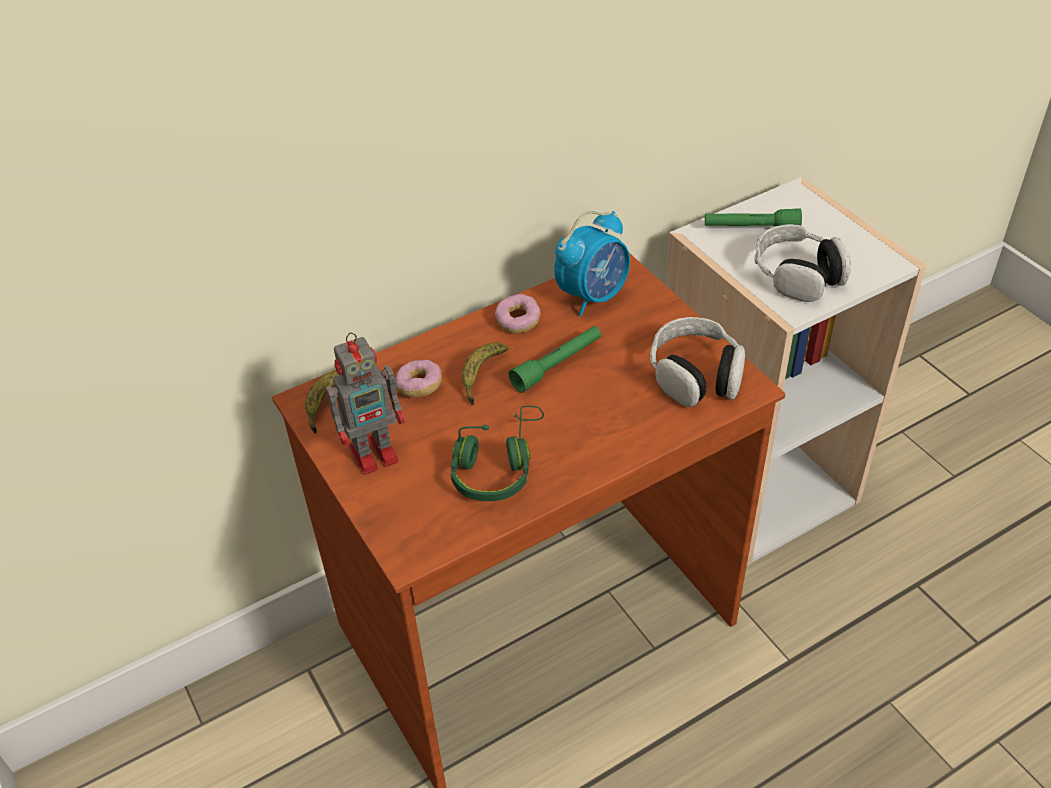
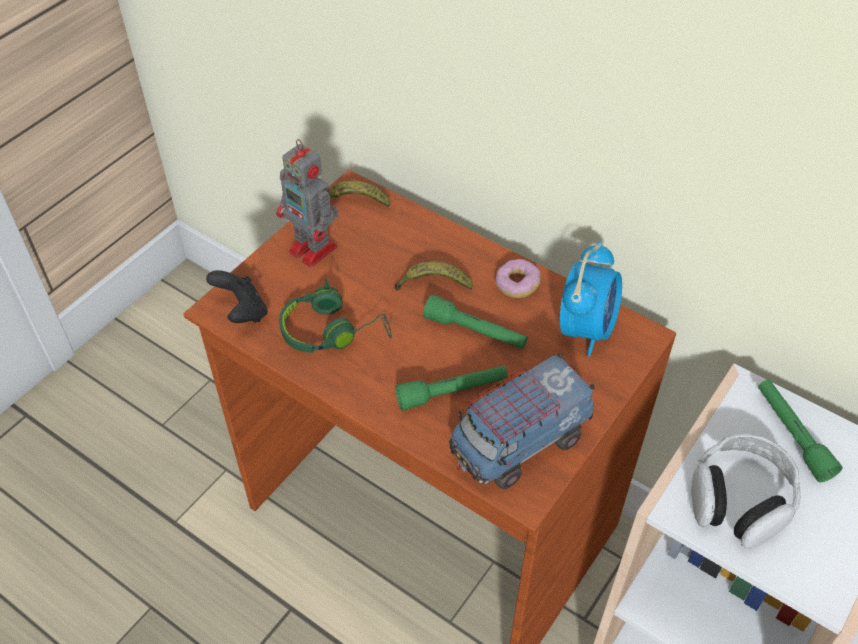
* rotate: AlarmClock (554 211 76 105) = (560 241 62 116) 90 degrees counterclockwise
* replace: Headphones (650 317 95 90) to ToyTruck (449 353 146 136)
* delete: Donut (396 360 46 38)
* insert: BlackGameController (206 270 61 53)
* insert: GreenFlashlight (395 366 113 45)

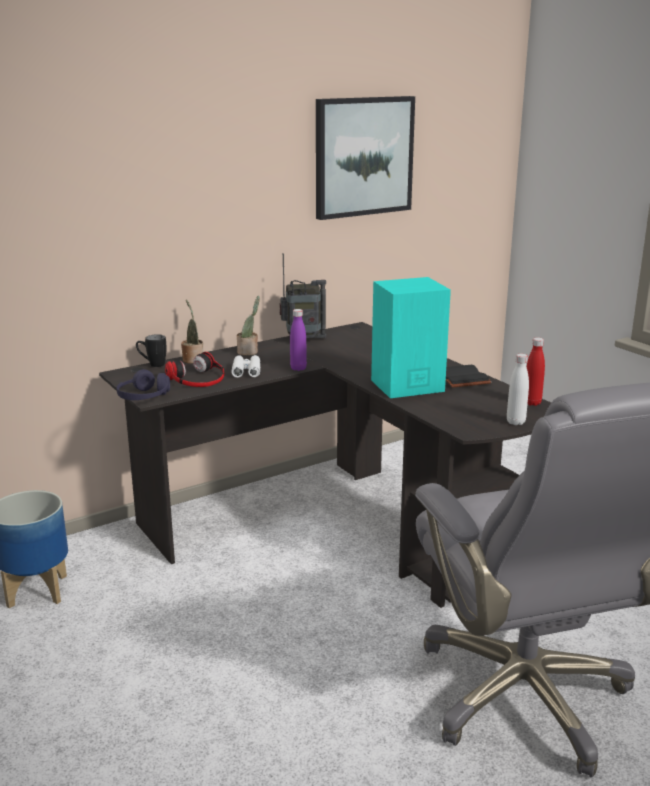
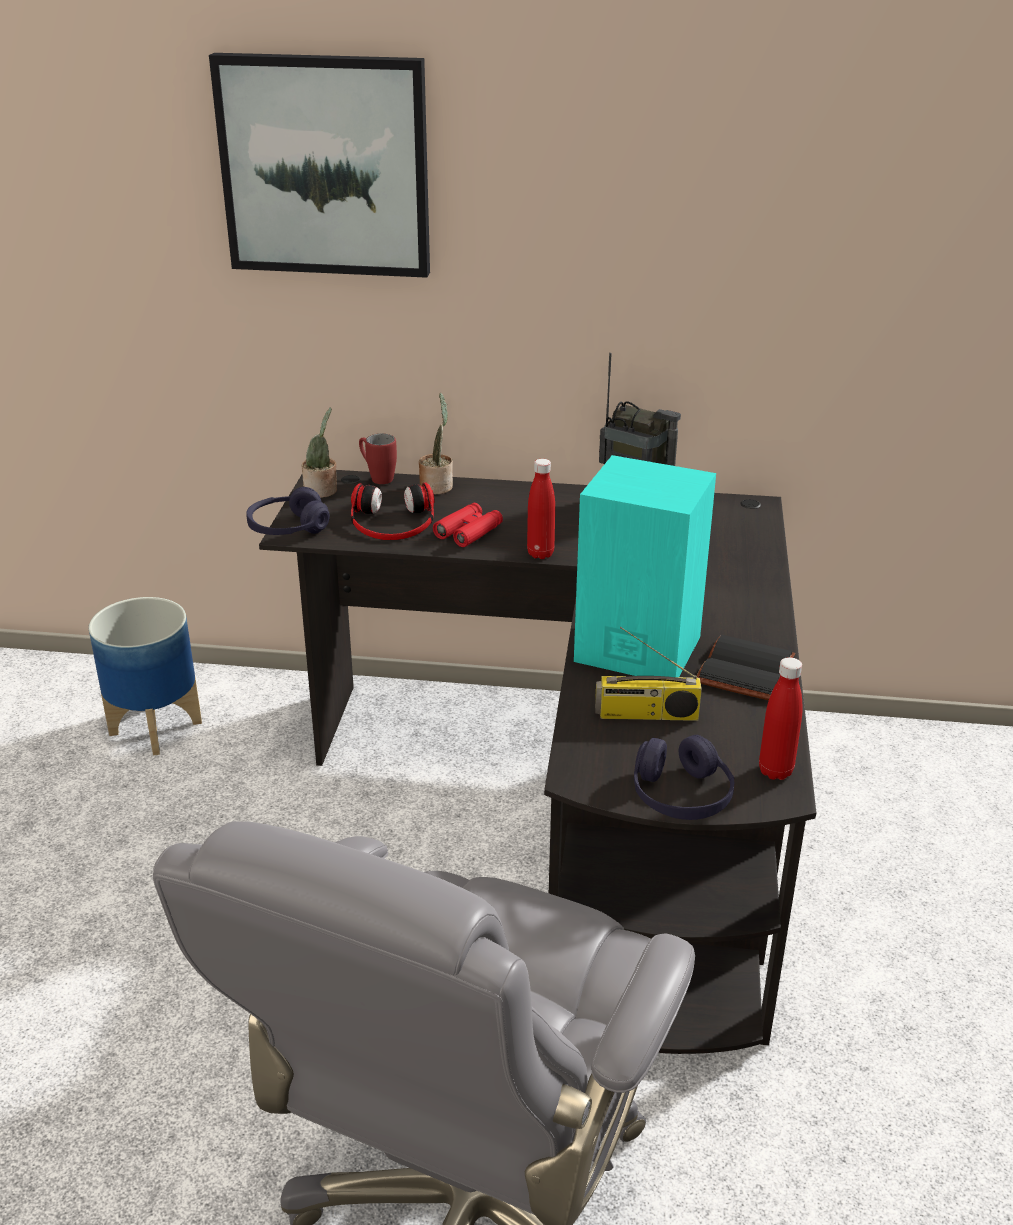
* move: Picture (316 96 99 124) to (209 53 221 225)
* move: PottedPlant (237 296 23 60) to (302 408 35 90)
* recolor: PurpleBottle (290 309 17 62) to RedBottle (527 459 28 100)
* recolor: BlackMug (136 334 31 33) to RedMug (359 434 38 50)
* replace: WhiteBottle (507 354 22 71) to PurpleHeadphones (634 735 100 85)
* recolor: WhiteBinoculars (231 355 29 23) to RedBinoculars (433 503 70 44)
* insert: Radio (595 627 107 94)

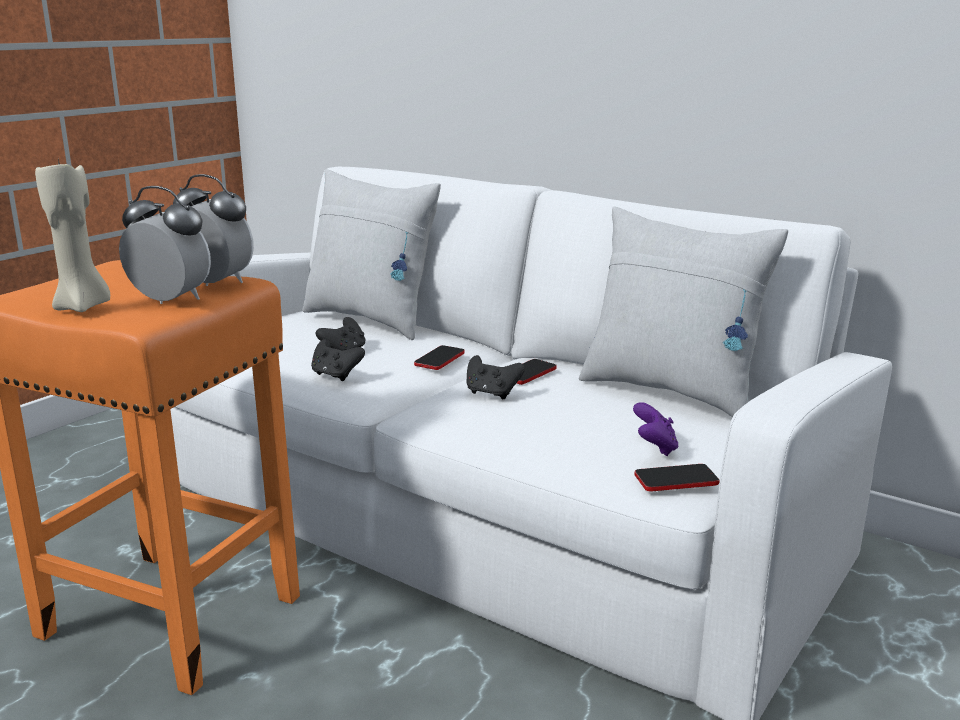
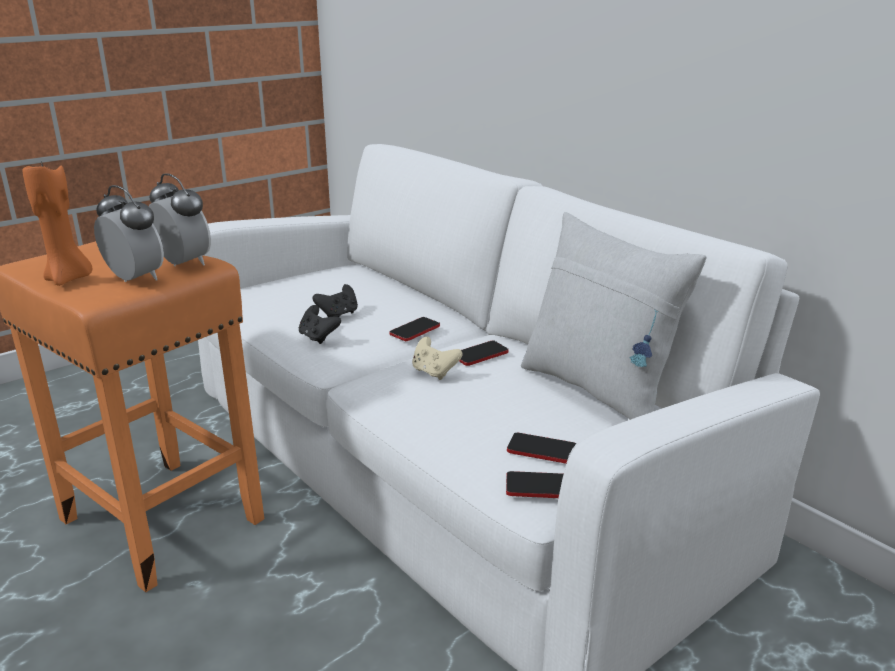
* recolor: BeigeCandle (35 159 75 153) to OrangeCandle (23 161 70 125)
* delete: GreyPillow (302 169 139 171)
* recolor: BlackGameController (467 355 58 44) to BeigeGameController (412 337 51 43)
* replace: PurpleGameController (633 402 45 54) to Phone (507 433 70 31)

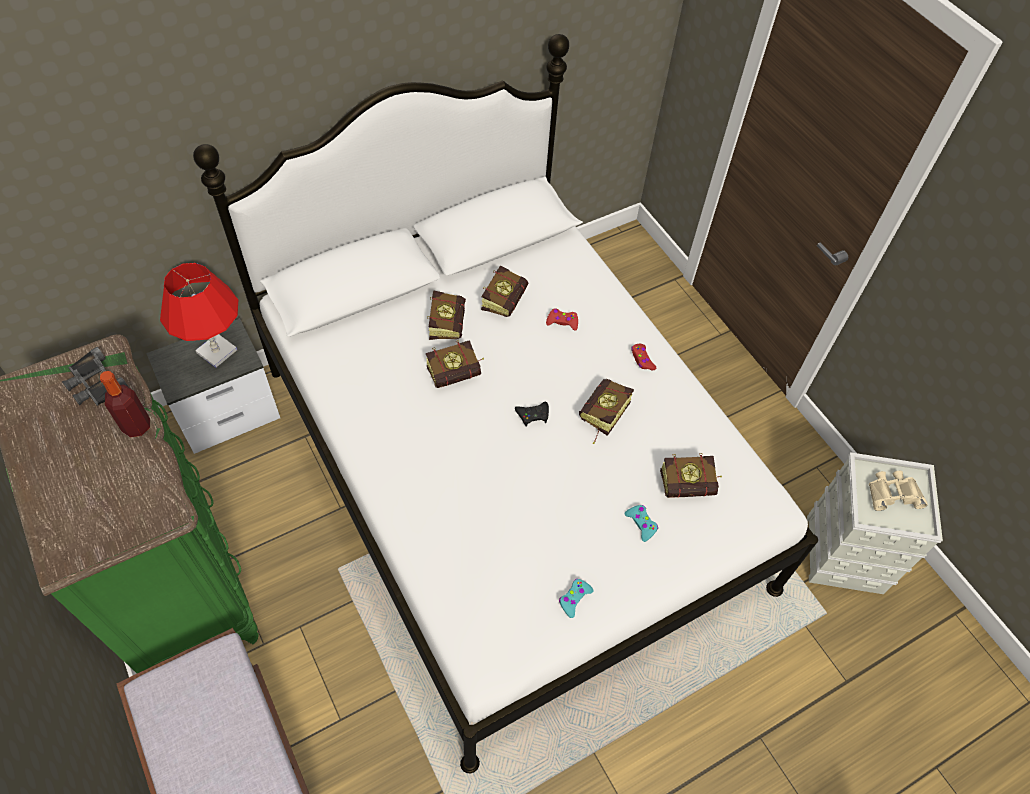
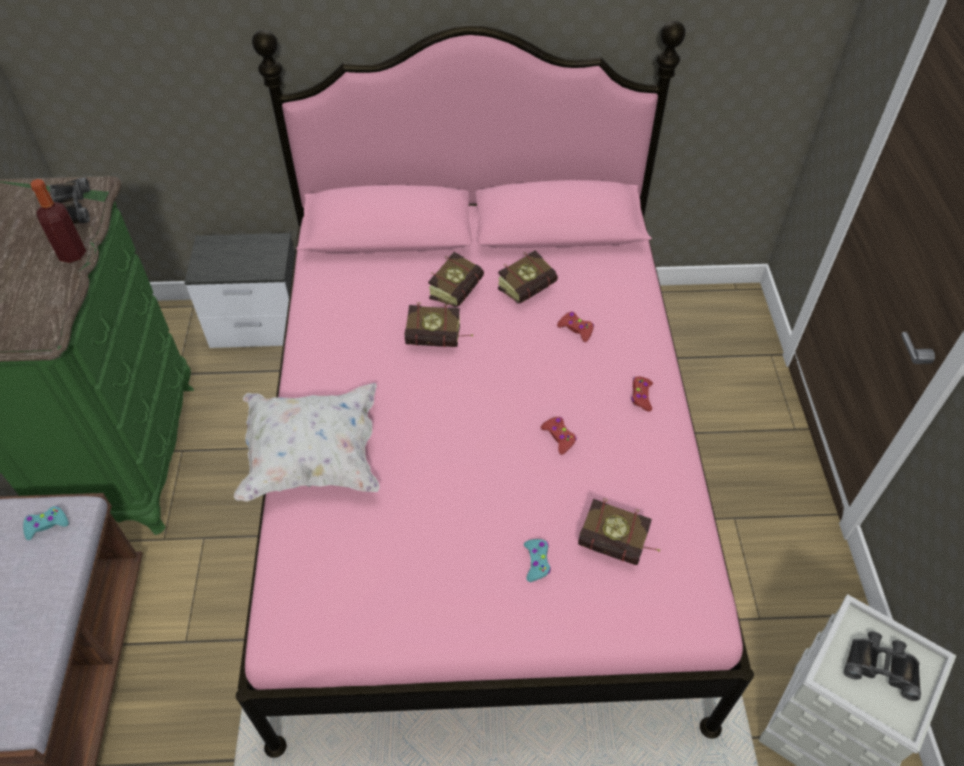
* recolor: WhiteBed (193 34 625 739) to PinkBed (236 21 518 737)
* delete: RedTableLamp (160 263 78 105)
* replace: Book (579 379 55 65) to RedGameController (541 417 36 38)
* delete: BlackGameController (515 402 34 25)
* recolor: BeigeBinoculars (869 471 59 40) to BlackBinoculars (844 632 77 69)
* move: TurquoiseGameController (559 579 34 39) to (23 506 46 34)
* insert: WhitePillow (234 383 146 119)

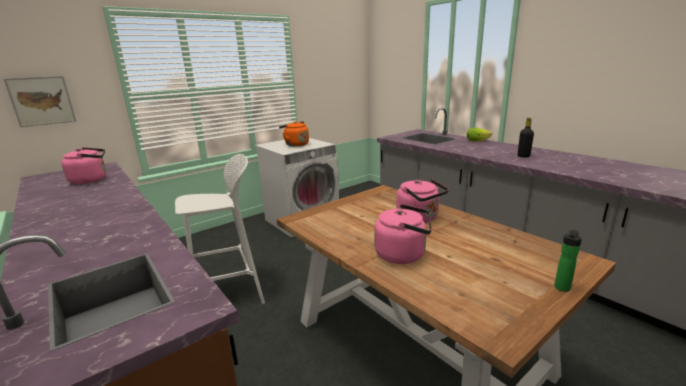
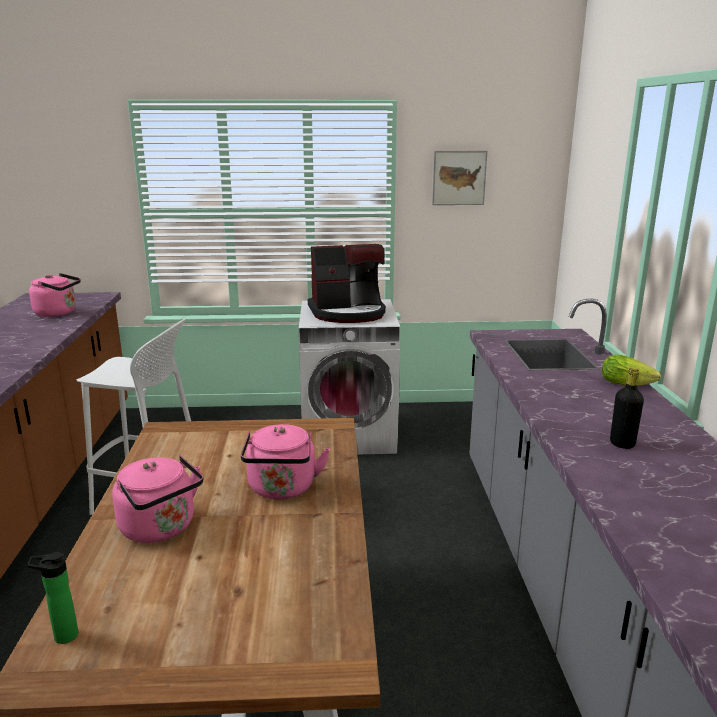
* move: Picture (4 76 72 51) to (432 150 55 55)
* replace: OrangeKettle (279 121 30 26) to CoffeeMachine (308 244 78 79)
* move: Bottle (554 230 28 62) to (28 552 50 92)

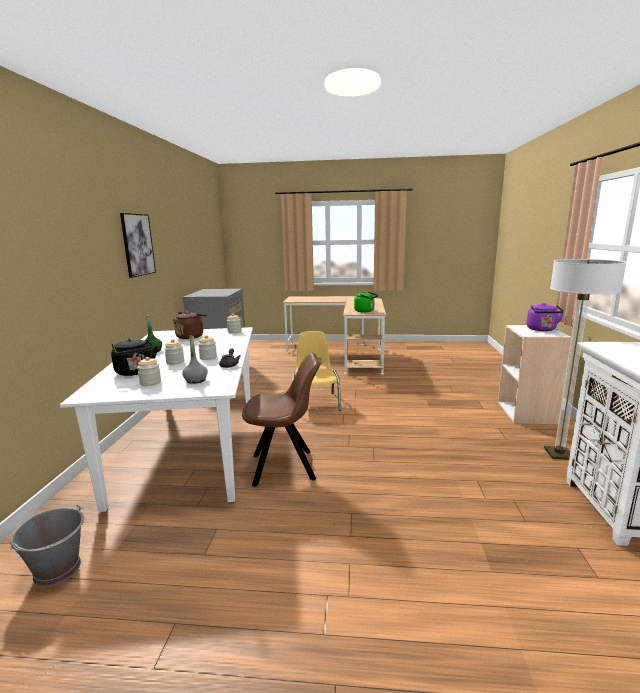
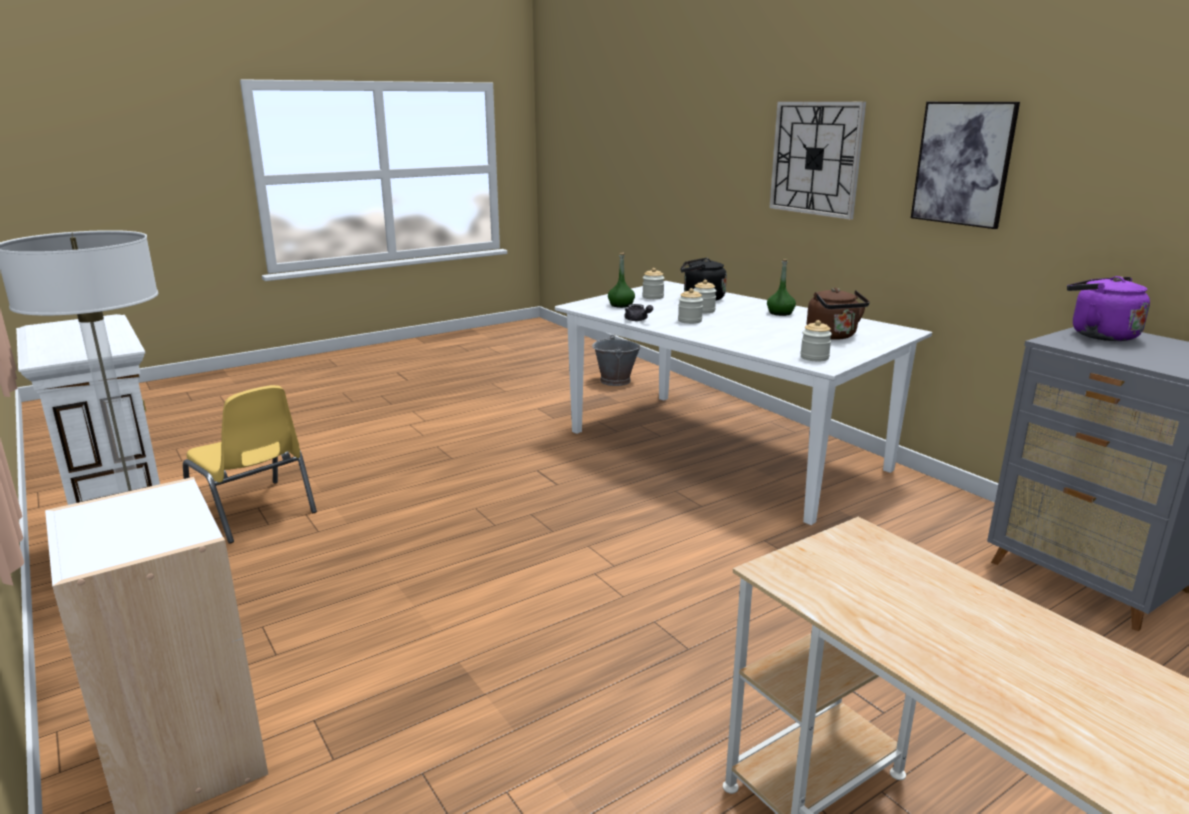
* delete: GreenKettle (354 292 24 20)
* move: PurpleKettle (527 303 37 28) to (1067 276 83 65)
* move: YellowChair (292 331 49 80) to (183 385 134 159)
* recolor: GreyBottle (182 336 26 48) to GreenBottle (608 253 27 55)
* delete: BrownChair (242 352 78 135)
* insert: WallClock (769 101 97 119)

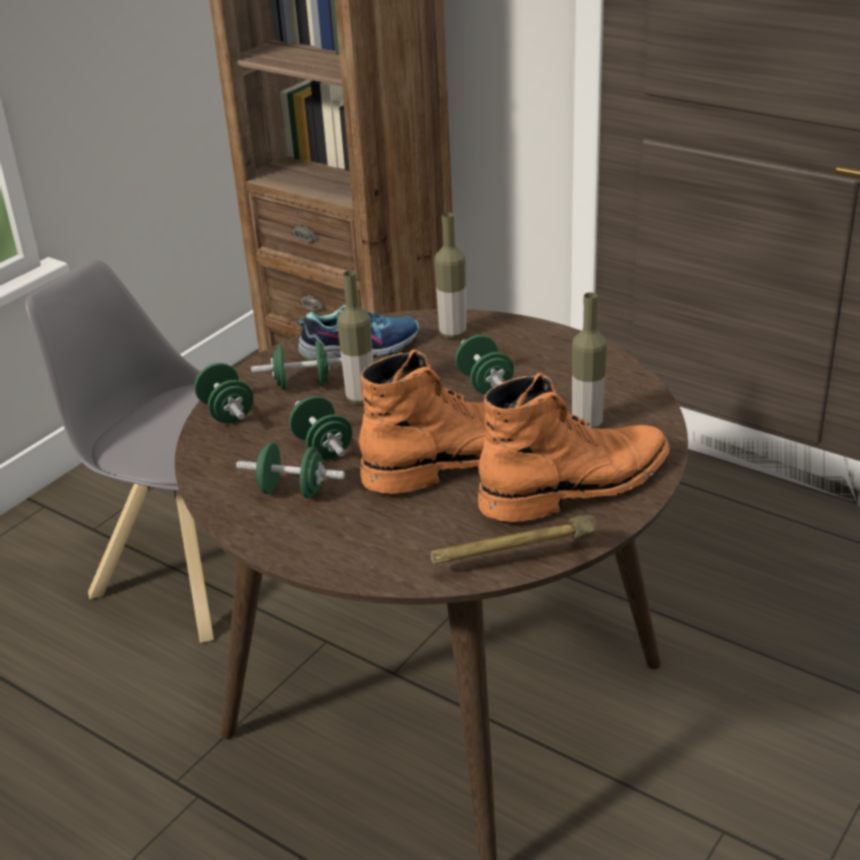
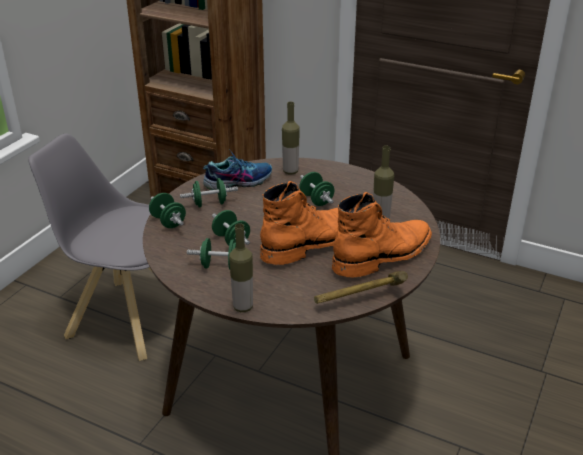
* move: Bottle (337 271 36 133) to (229 223 24 89)

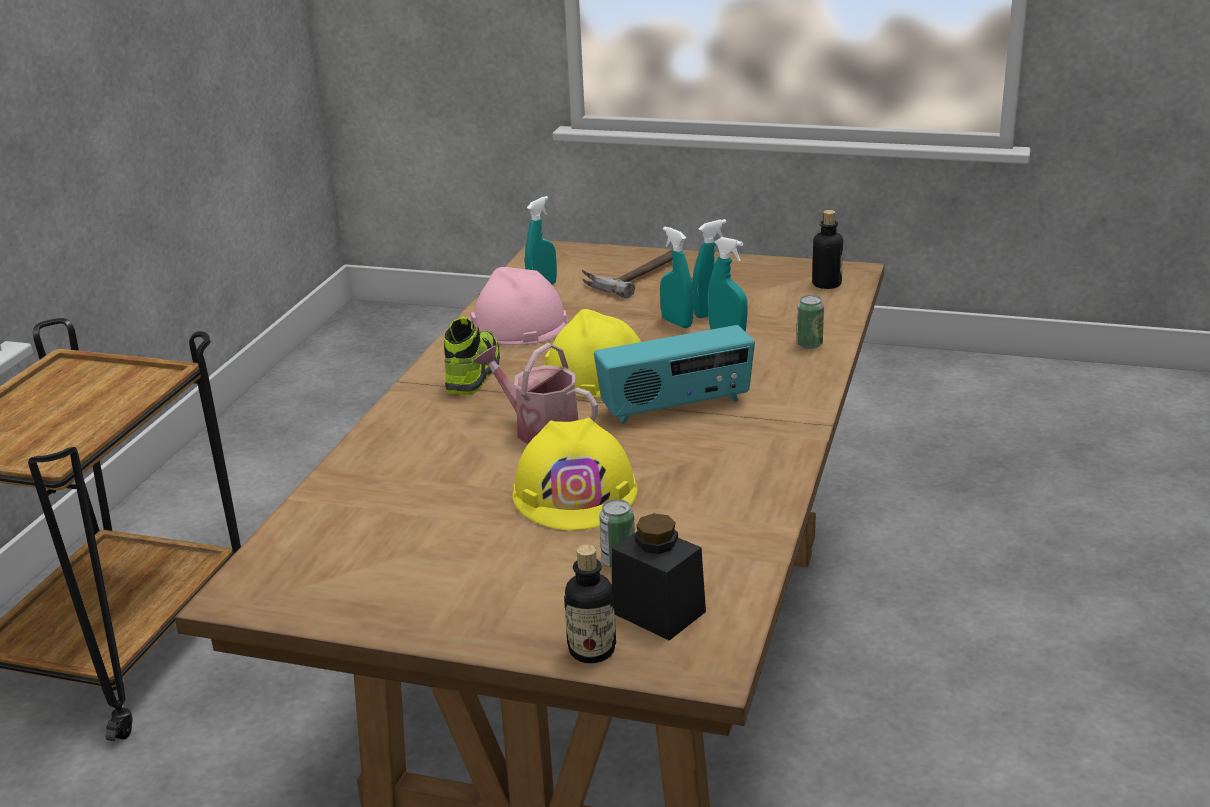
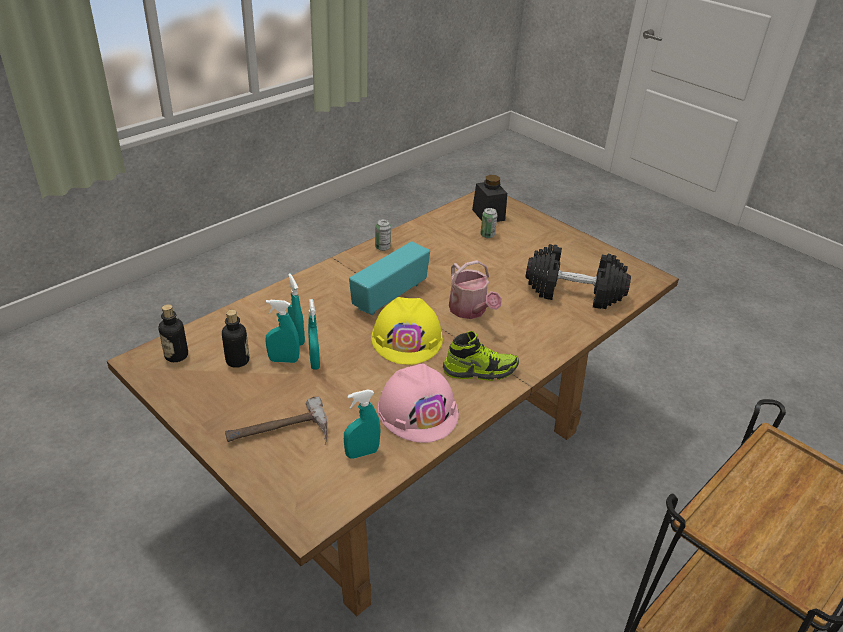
* move: Can (797 295 27 54) to (375 219 16 32)
* rotate: Shoe (444 317 56 78) = (443 331 76 50) 135 degrees counterclockwise
* rotate: Radio (594 325 161 99) = (349 241 81 74) 60 degrees counterclockwise
* delete: YellowHardHat (512 418 126 113)
* move: Bottle (564 545 52 118) to (222 310 27 58)
* insert: BlackDumbbell (525 244 106 65)

